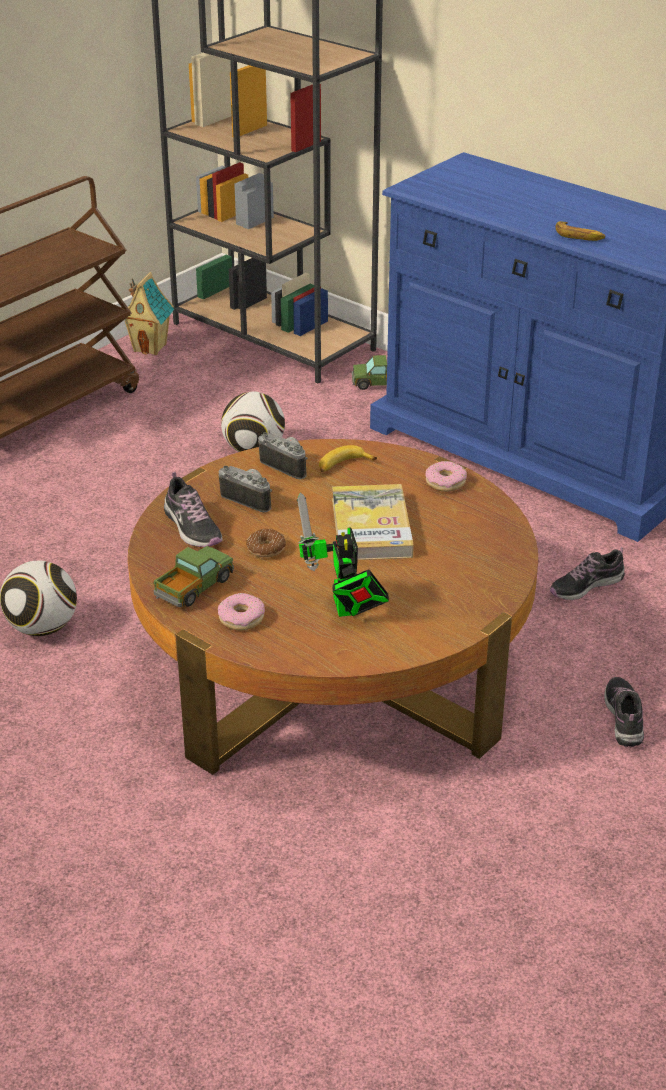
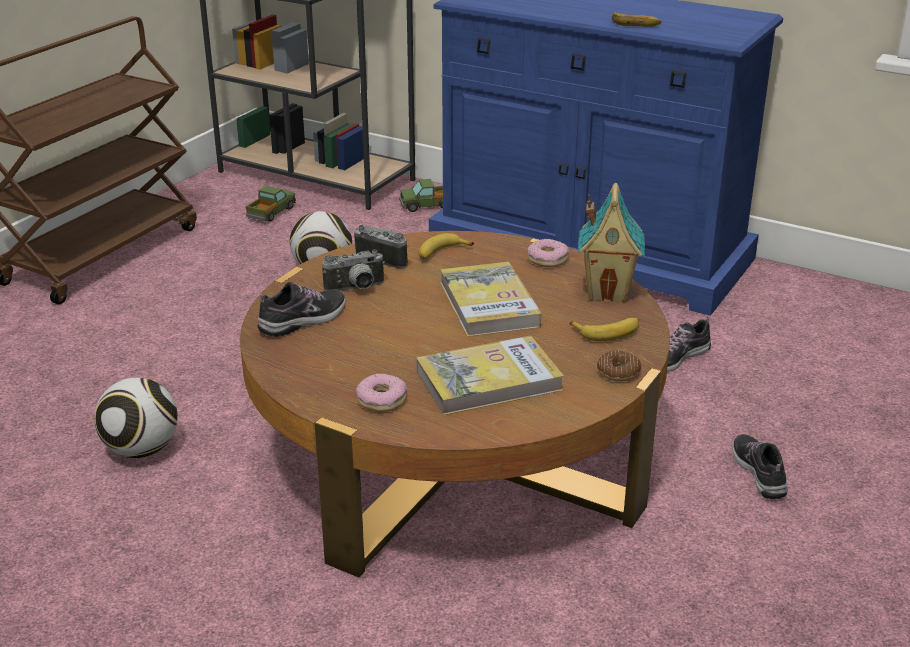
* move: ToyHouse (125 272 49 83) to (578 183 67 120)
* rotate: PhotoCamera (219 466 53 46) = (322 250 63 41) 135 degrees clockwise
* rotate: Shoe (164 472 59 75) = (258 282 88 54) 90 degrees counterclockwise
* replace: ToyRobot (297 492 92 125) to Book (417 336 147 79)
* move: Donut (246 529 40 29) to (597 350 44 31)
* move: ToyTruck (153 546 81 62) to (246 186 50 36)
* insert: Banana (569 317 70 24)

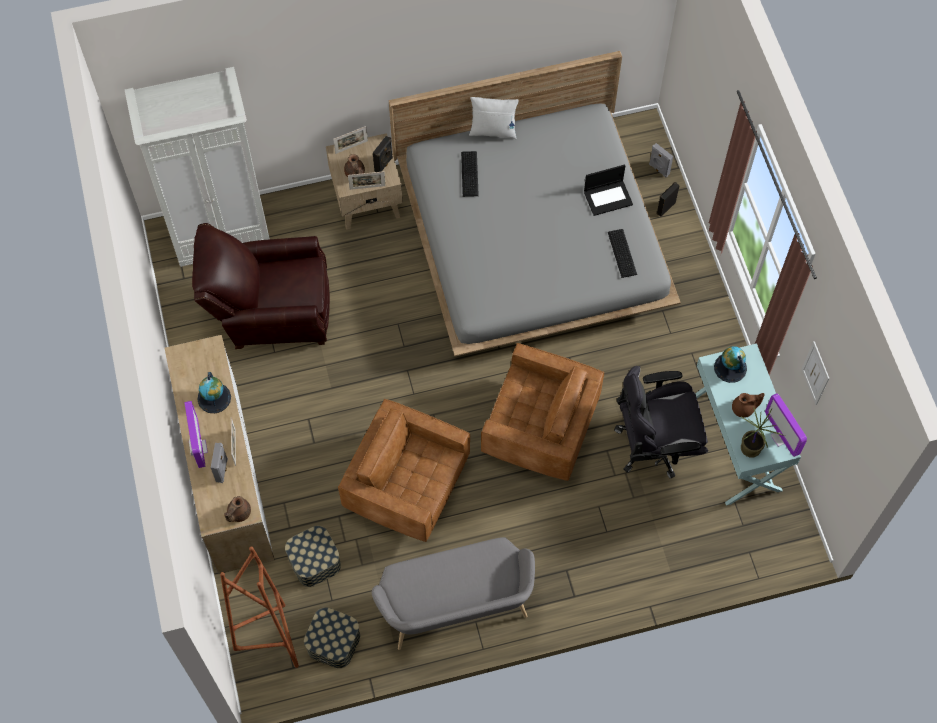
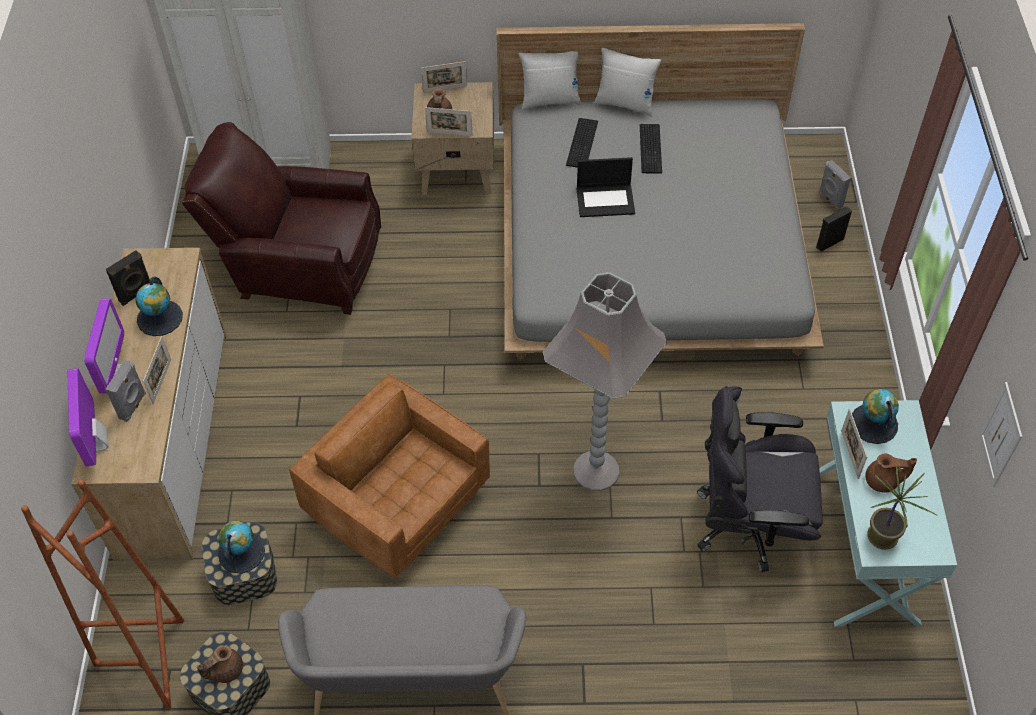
* move: BlackSpeaker (373 136 20 36) to (106 250 44 56)
* move: Laptop (584 165 49 51) to (577 157 58 60)
* move: Keyboard (608 229 29 49) to (640 124 22 50)
* replace: BrownArmchair (481 343 123 138) to GreyFloorLamp (543 272 124 219)
* move: Monitor (765 393 42 64) to (68 368 41 99)
* move: BrownTeapot (224 496 27 26) to (197 645 46 38)
* insert: GreyPillow (518 51 63 59)
* insert: PictureFrame (841 409 26 70)
* insert: Globe (218 521 47 52)

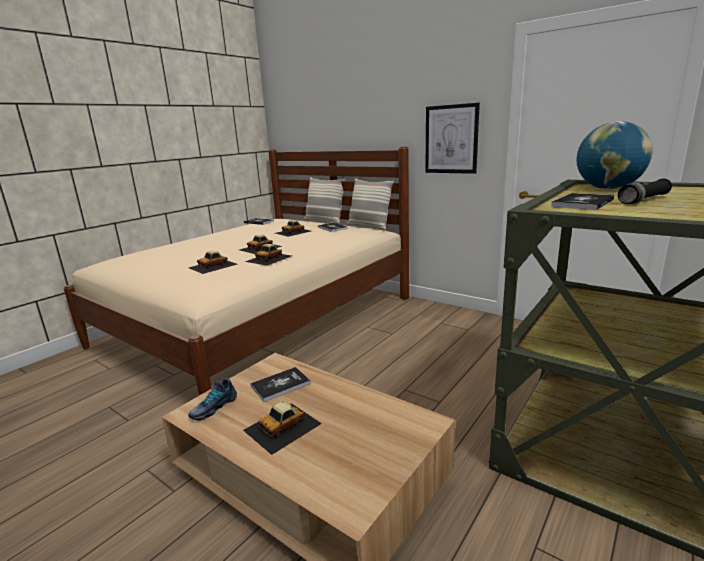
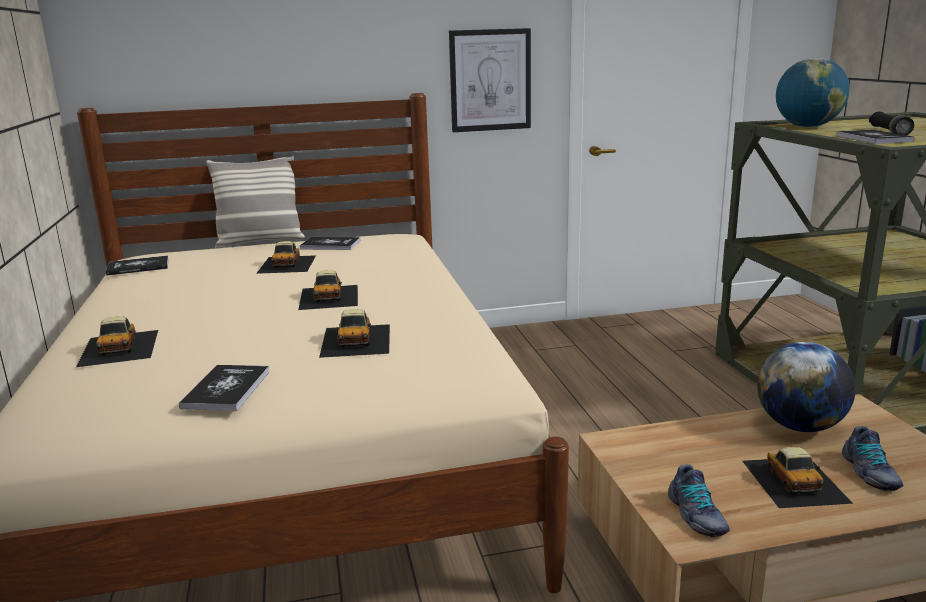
* delete: Pillow (347 178 47 52)
* move: ToyCar (245 244 47 22) to (76 316 82 51)
* move: Book (250 367 61 35) to (179 365 90 46)
* insert: Globe (757 342 99 90)
* insert: Shoe (842 426 62 65)

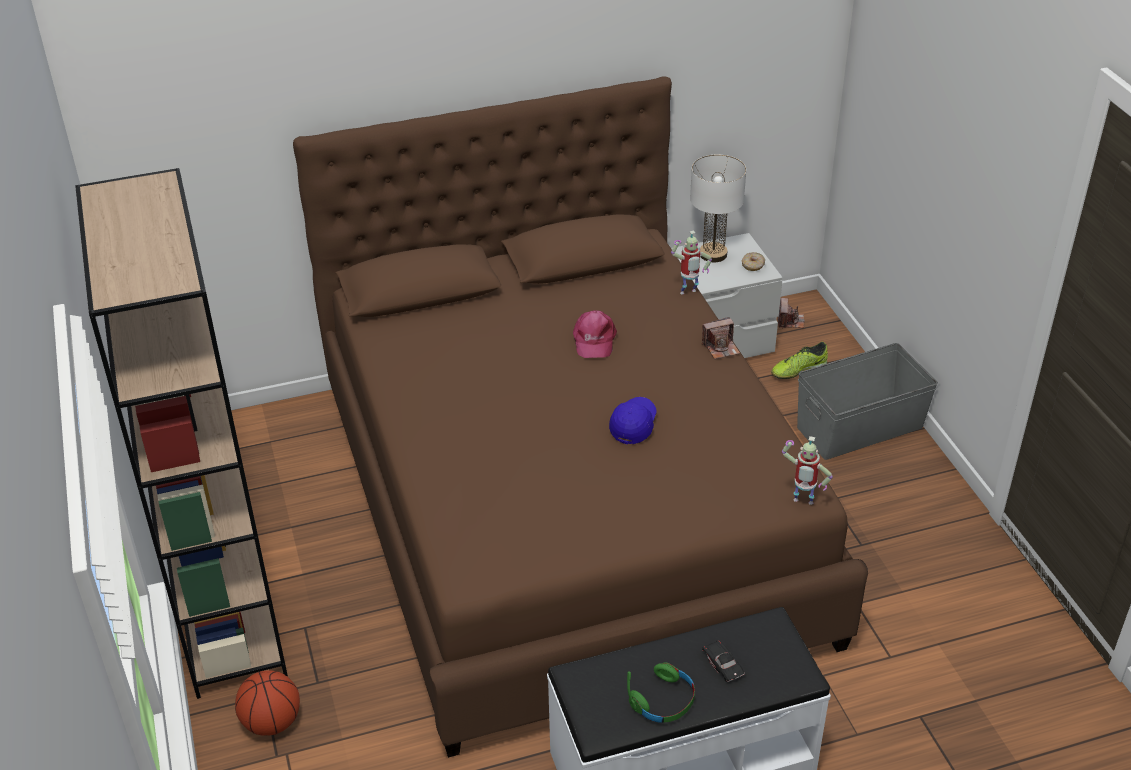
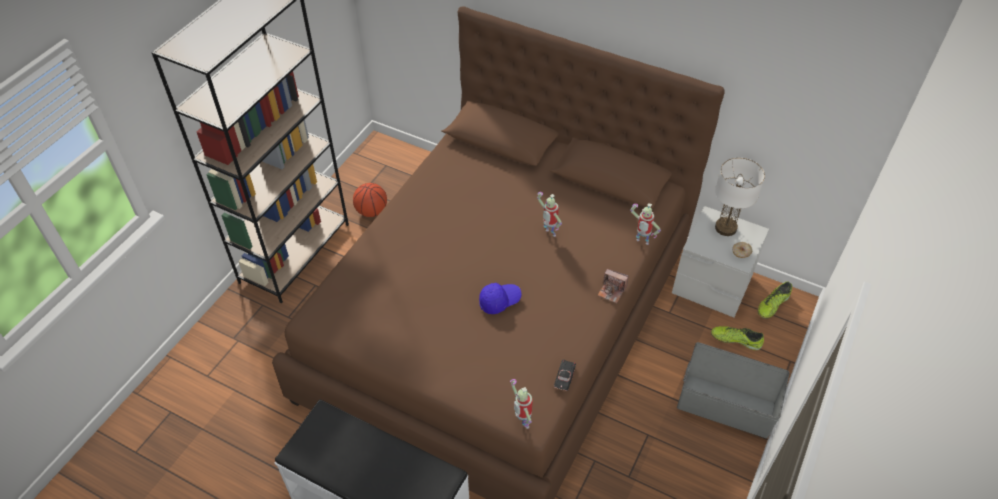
* replace: PhotoCamera (778 298 27 31) to Shoe (758 281 34 38)
* replace: PinkCap (573 310 44 48) to ToyRobot (537 192 25 45)
* move: BlackToyCar (702 640 43 42) to (554 360 22 31)
* delete: GreenHeadphones (627 662 68 61)
* move: Basketball (235 670 65 66) to (353 183 34 34)

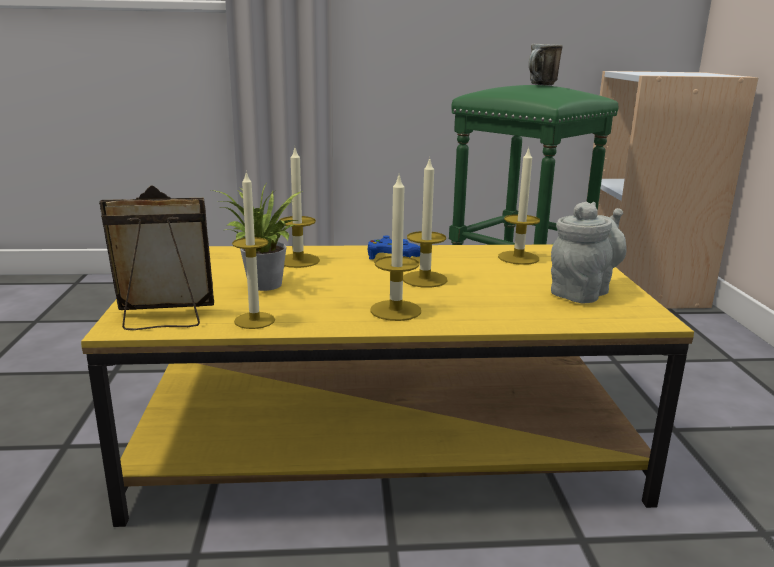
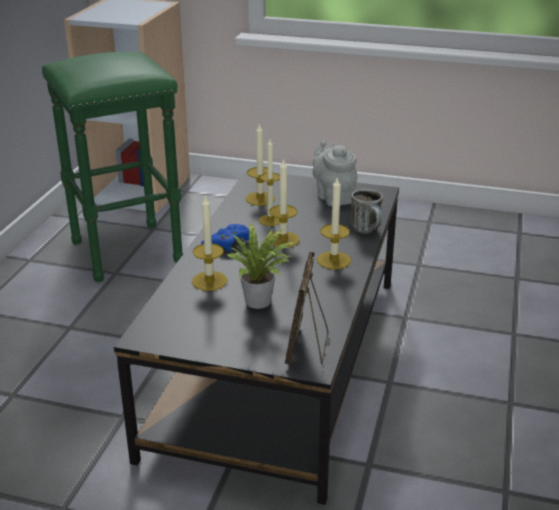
* move: Mug (529 44 33 41) to (351 189 32 45)
* move: Candle (232 171 43 158) to (259 139 21 87)
* recolor: YellowCoffeeTable (81 245 613 282) to BlackCoffeeTable (114 170 285 335)

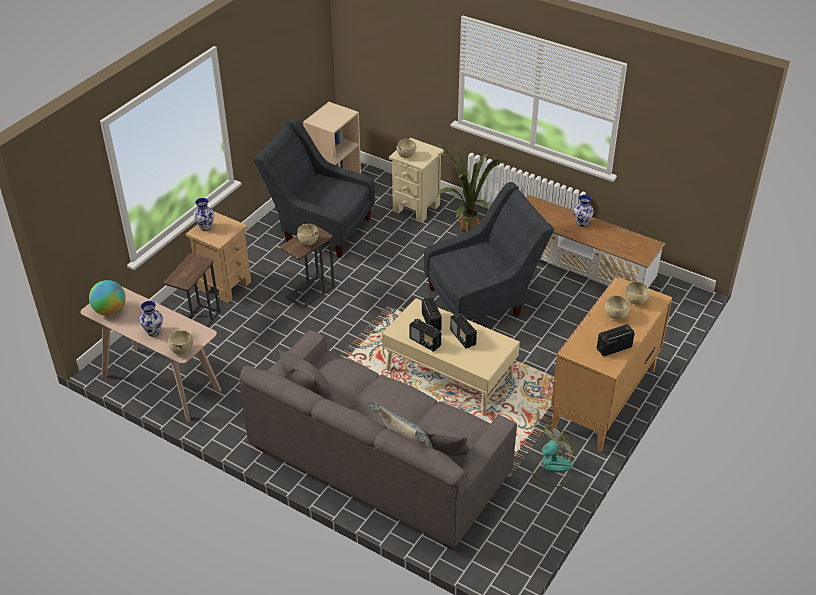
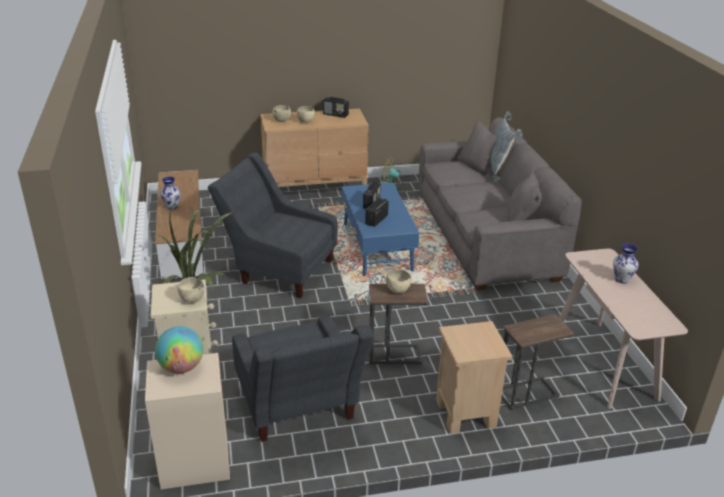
* delete: Vase (194 198 20 33)
* move: Globe (89 280 37 36) to (155 326 48 48)
* recolor: BeigeCoffeeTable (382 298 138 116) to BlueCoffeeTable (342 183 77 93)
* delete: Radio (409 319 32 33)
* delete: BeigeBowl (168 330 25 25)

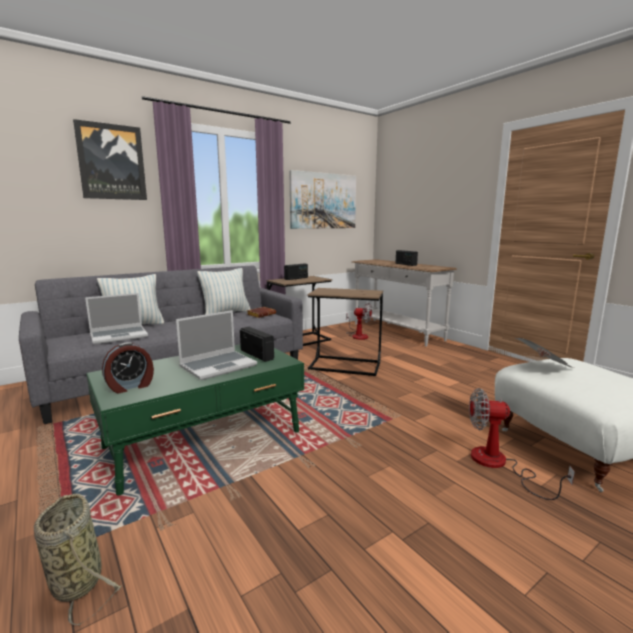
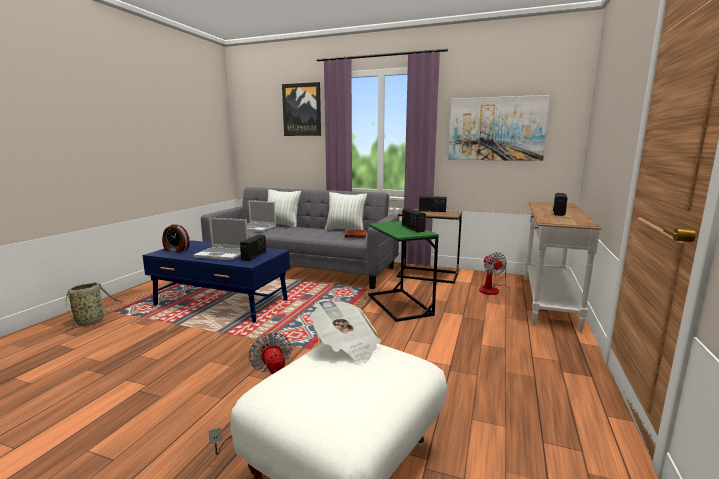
* recolor: BrownSideTable (307 288 76 88) to GreenSideTable (368 221 71 101)
* recolor: GreenCoffeeTable (86 344 218 152) to BlueCoffeeTable (143 240 147 83)
* insert: Radio (402 208 24 24)

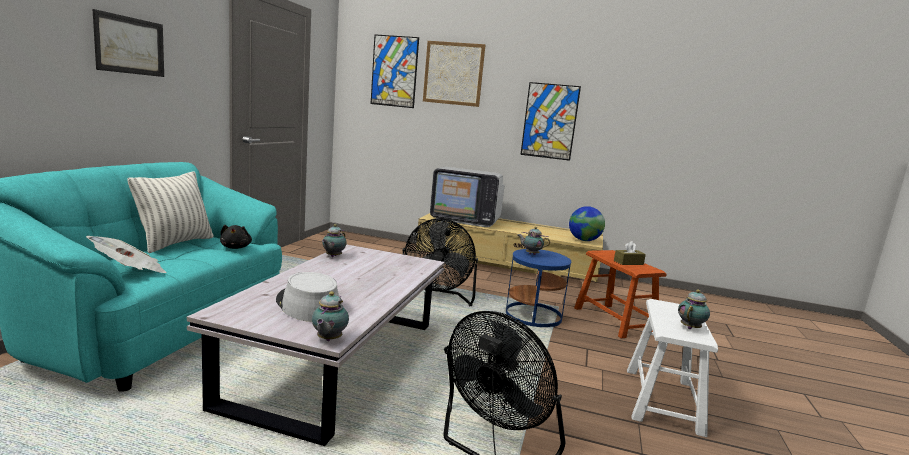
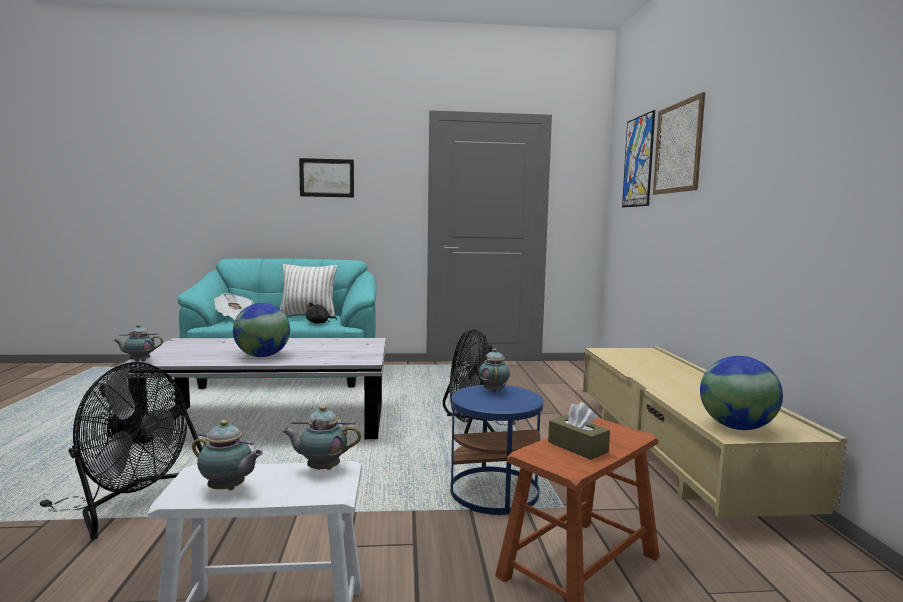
* delete: Picture (520 82 61 79)
* delete: Television (430 167 74 60)
* move: Teapot (322 224 25 33) to (282 406 79 64)
* delete: GreyHat (276 272 63 50)
* insert: Globe (233 303 57 54)

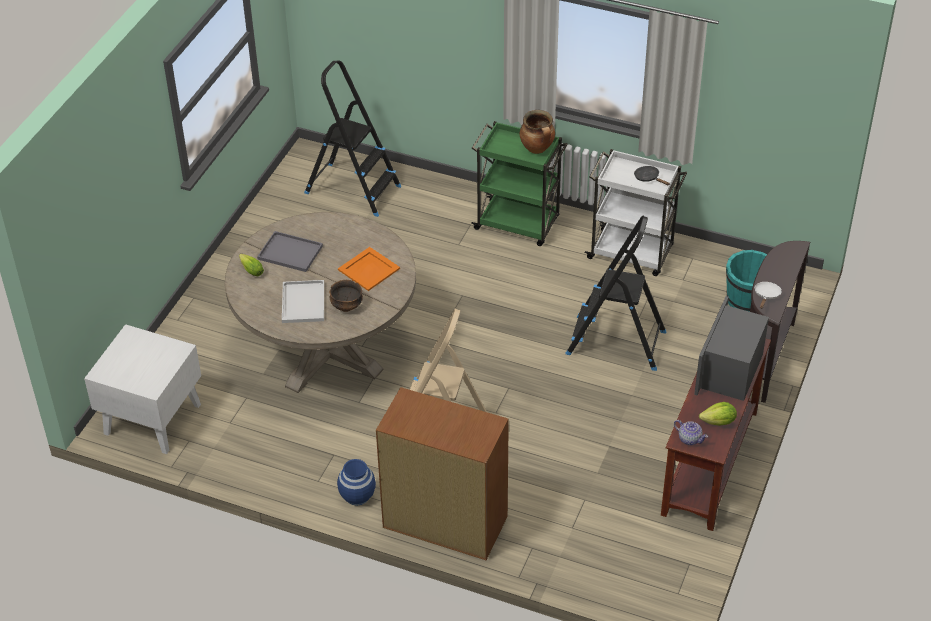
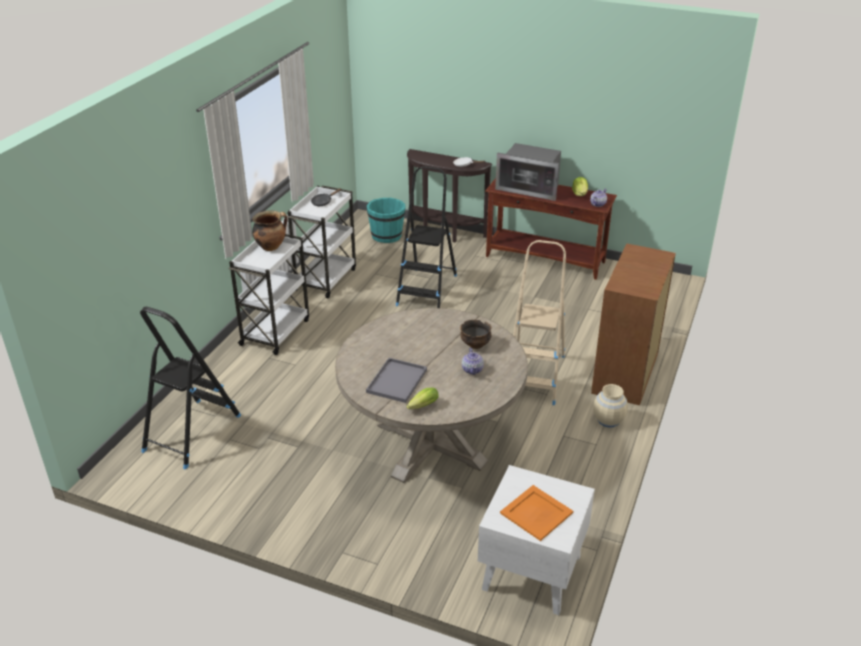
* recolor: GreenCart (471 121 97 125) to WhiteCart (229 234 80 121)
* move: OrangeTray (338 247 62 44) to (500 485 73 56)
* replace: WhiteTray (282 280 42 43) to Teapot (462 348 22 27)
* recolor: BlueVase (337 459 39 47) to BeigeVase (593 384 35 44)

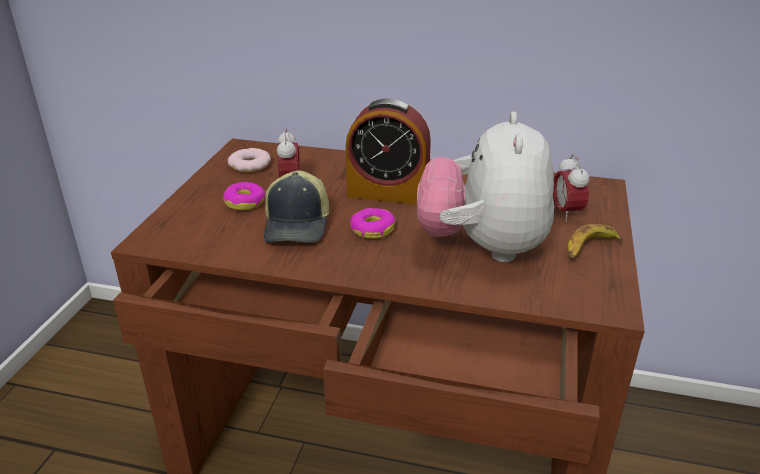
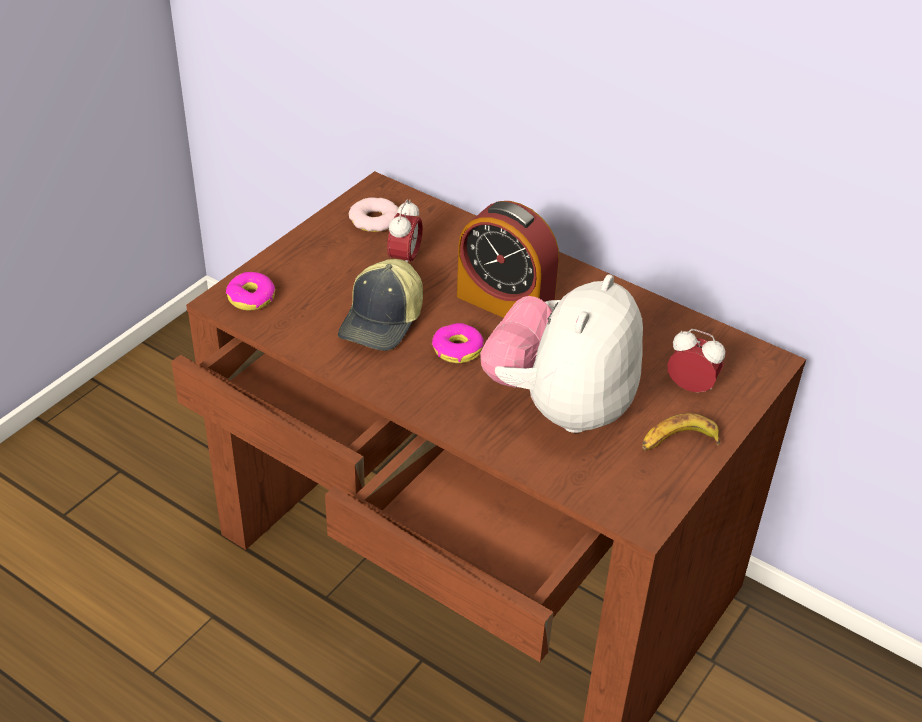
* rotate: AlarmClock (553 154 37 67) = (667 329 58 64) 105 degrees clockwise
* move: Donut (224 182 42 29) to (226 272 49 39)

